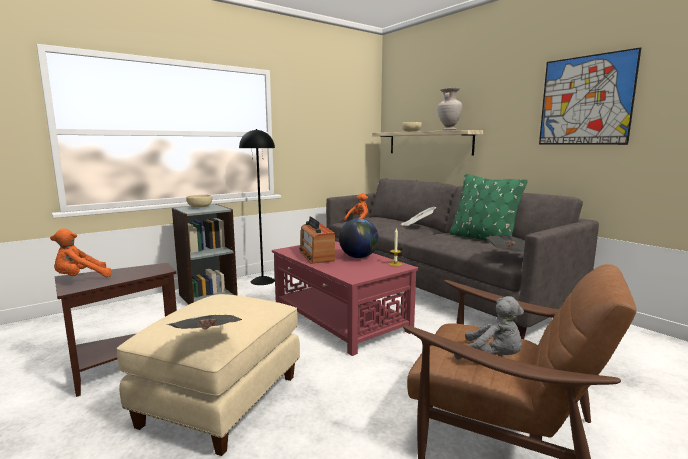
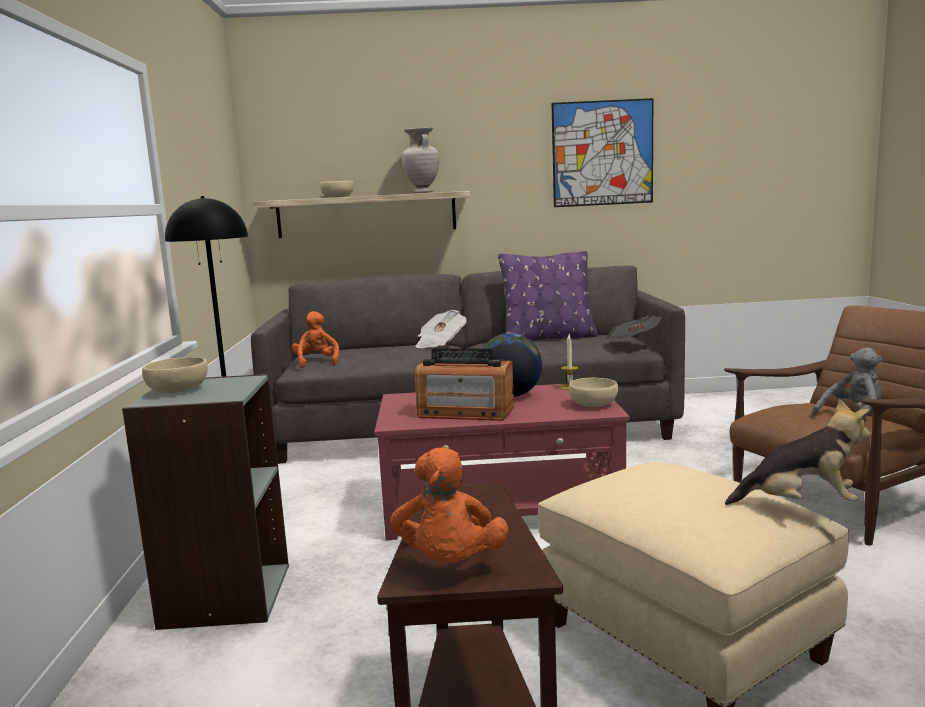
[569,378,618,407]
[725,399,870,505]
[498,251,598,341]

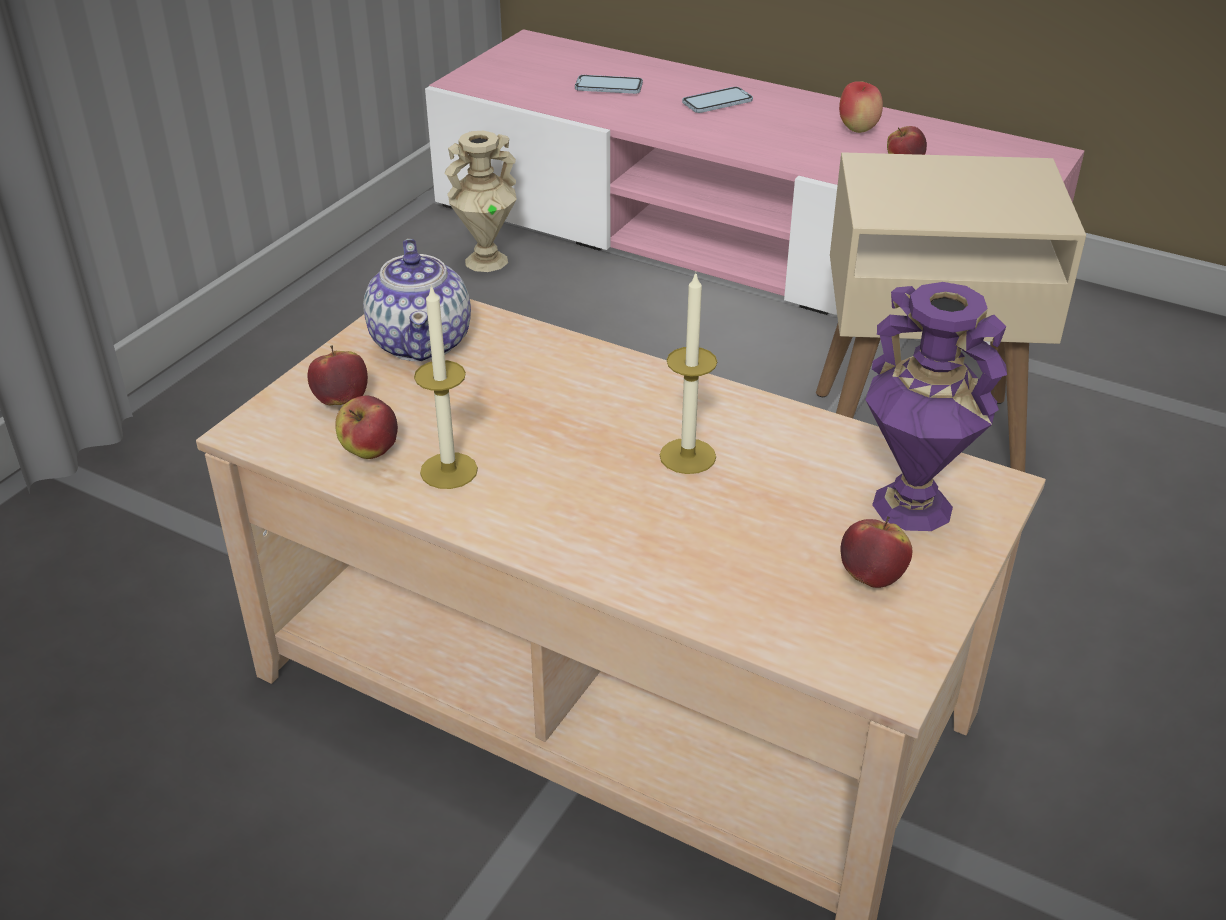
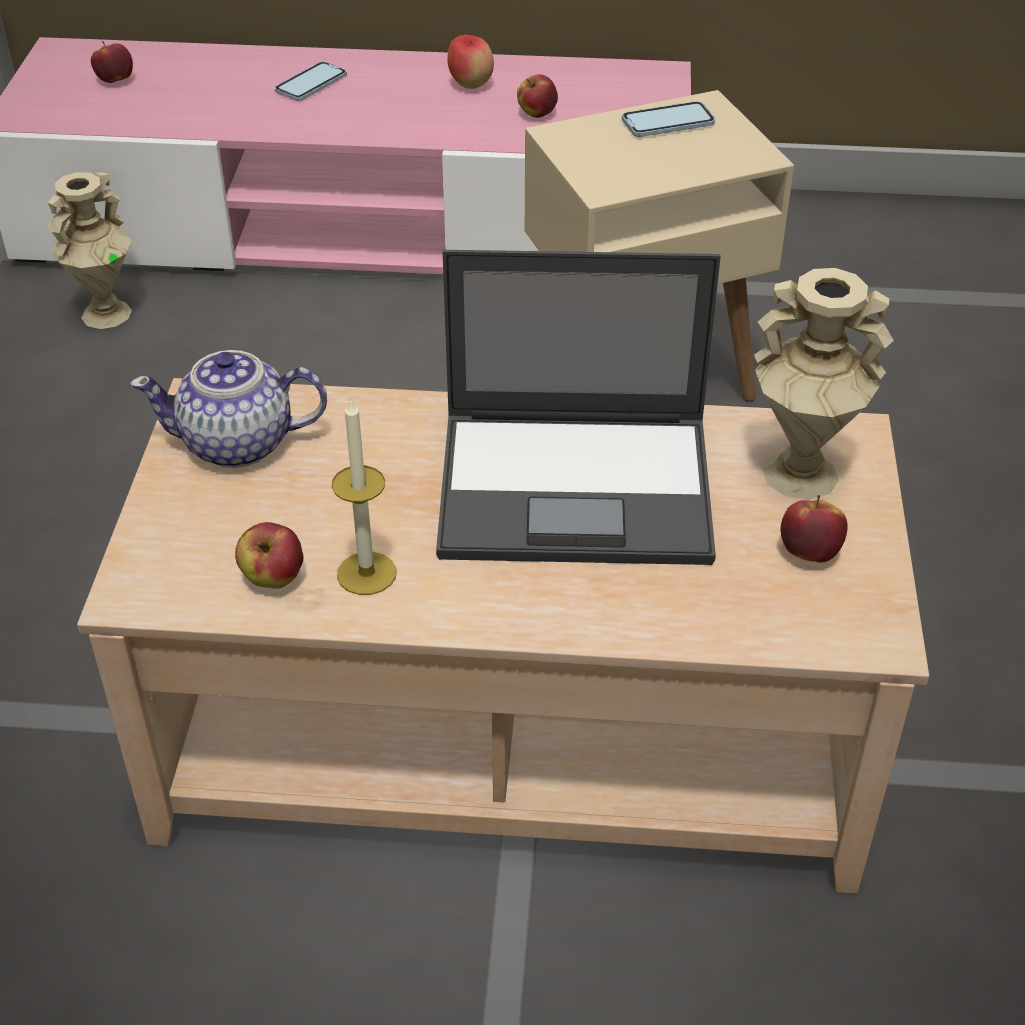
[91,41,133,83]
[622,101,715,137]
[436,250,721,565]
[754,268,894,500]
[130,350,327,468]

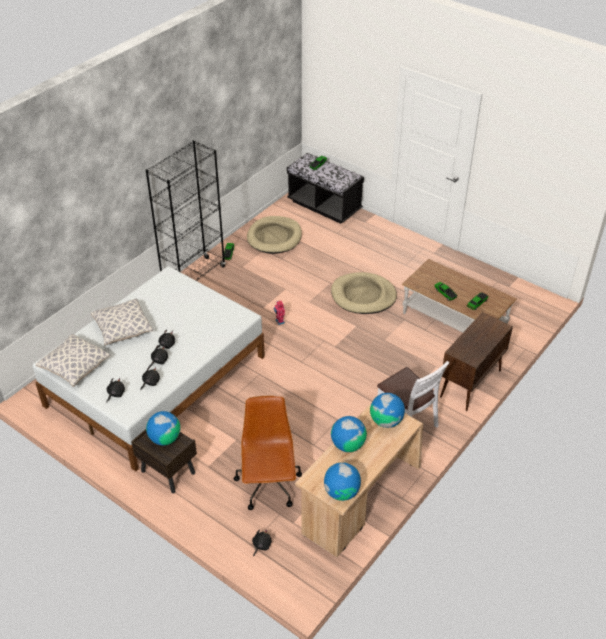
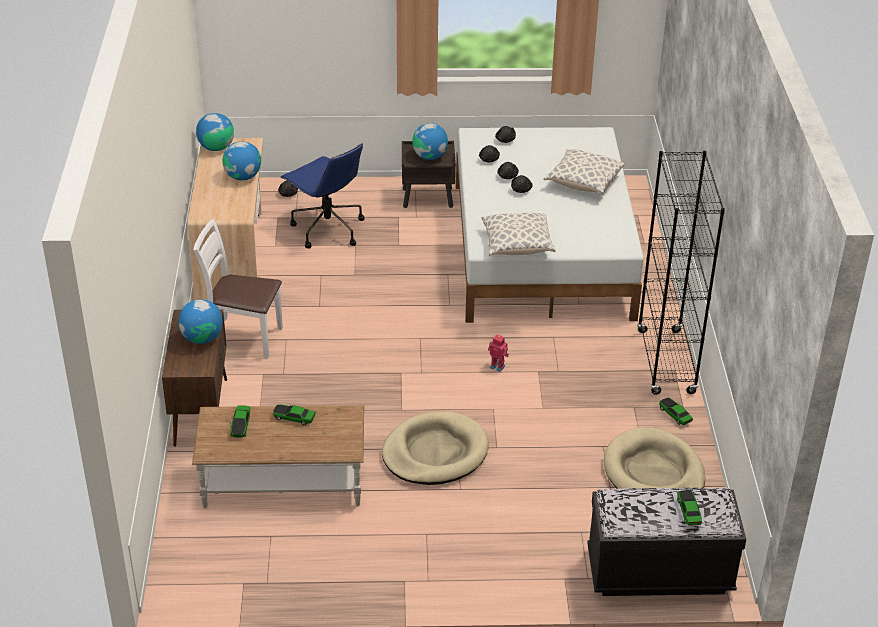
[482,213,555,256]
[179,299,223,344]
[280,143,365,249]

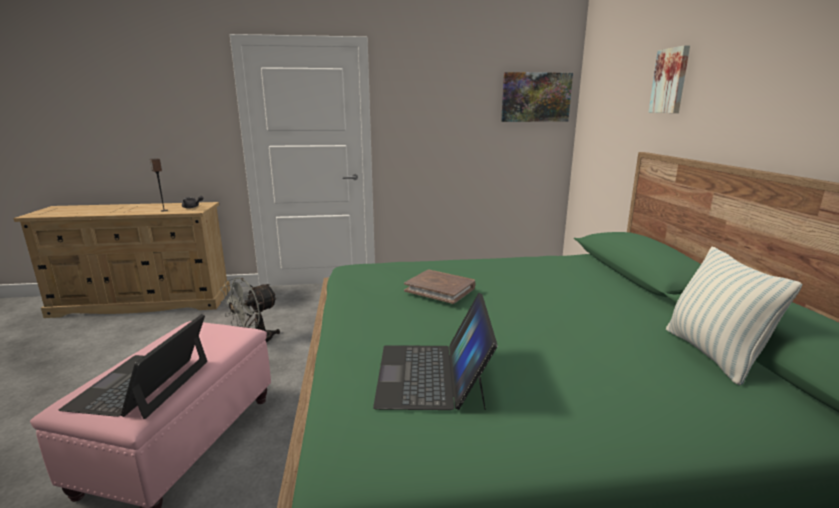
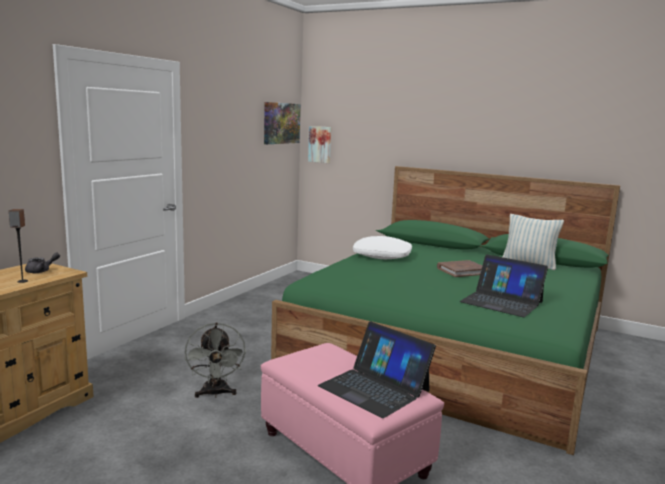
[353,236,412,259]
[437,260,482,277]
[308,126,331,163]

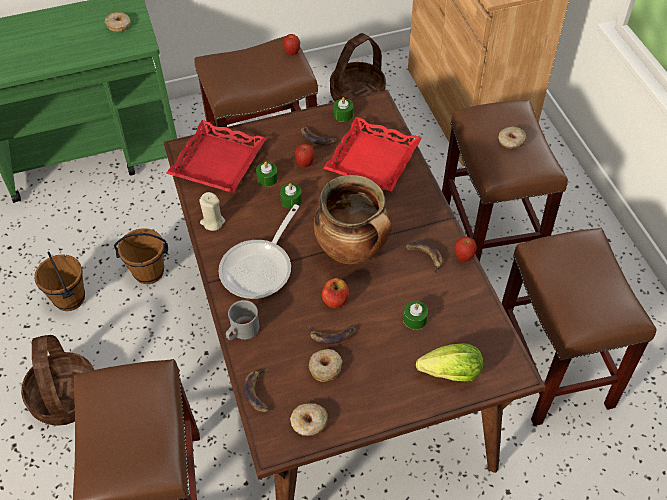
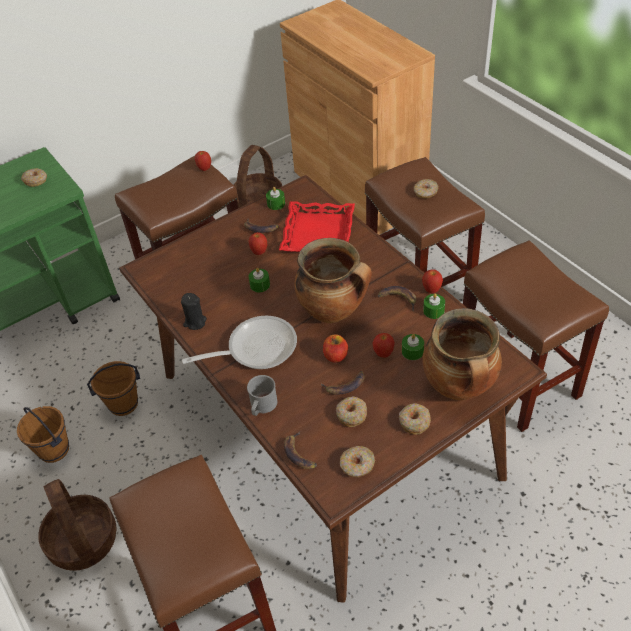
[166,120,266,193] (first image)
[372,333,395,358]
[399,403,431,435]
[423,293,445,319]
[422,308,502,400]
[181,293,207,330]
[182,316,297,369]

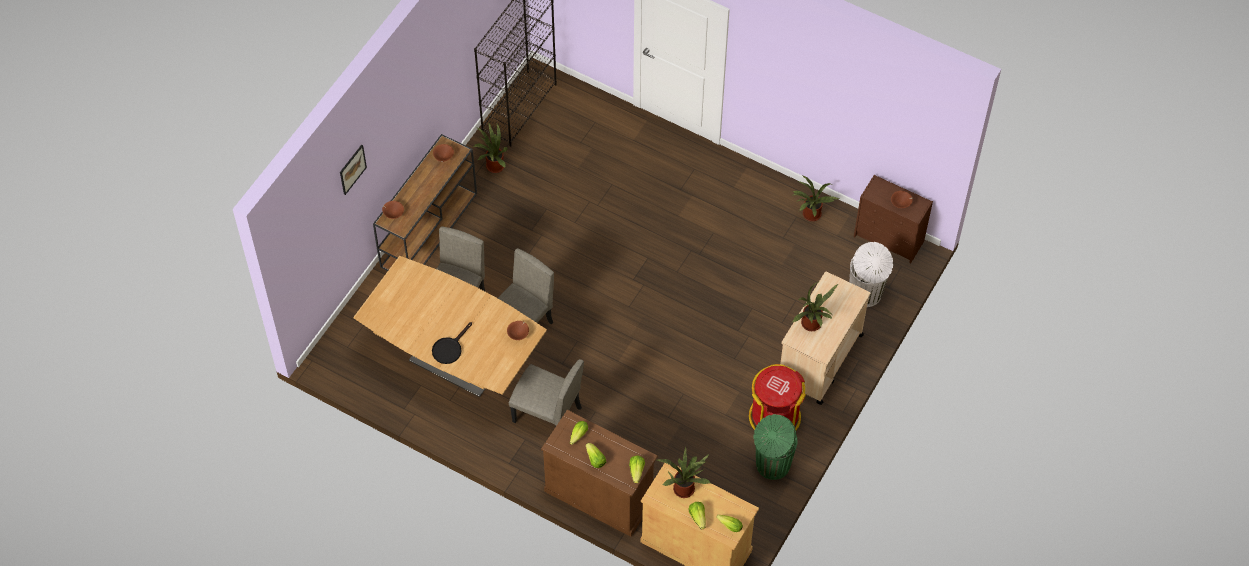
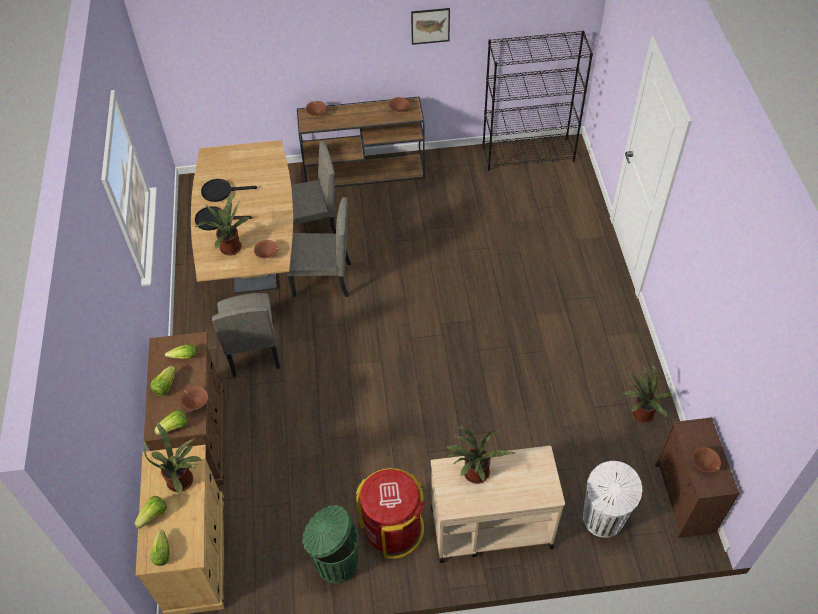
[181,386,208,410]
[201,179,257,202]
[411,8,450,45]
[194,194,249,256]

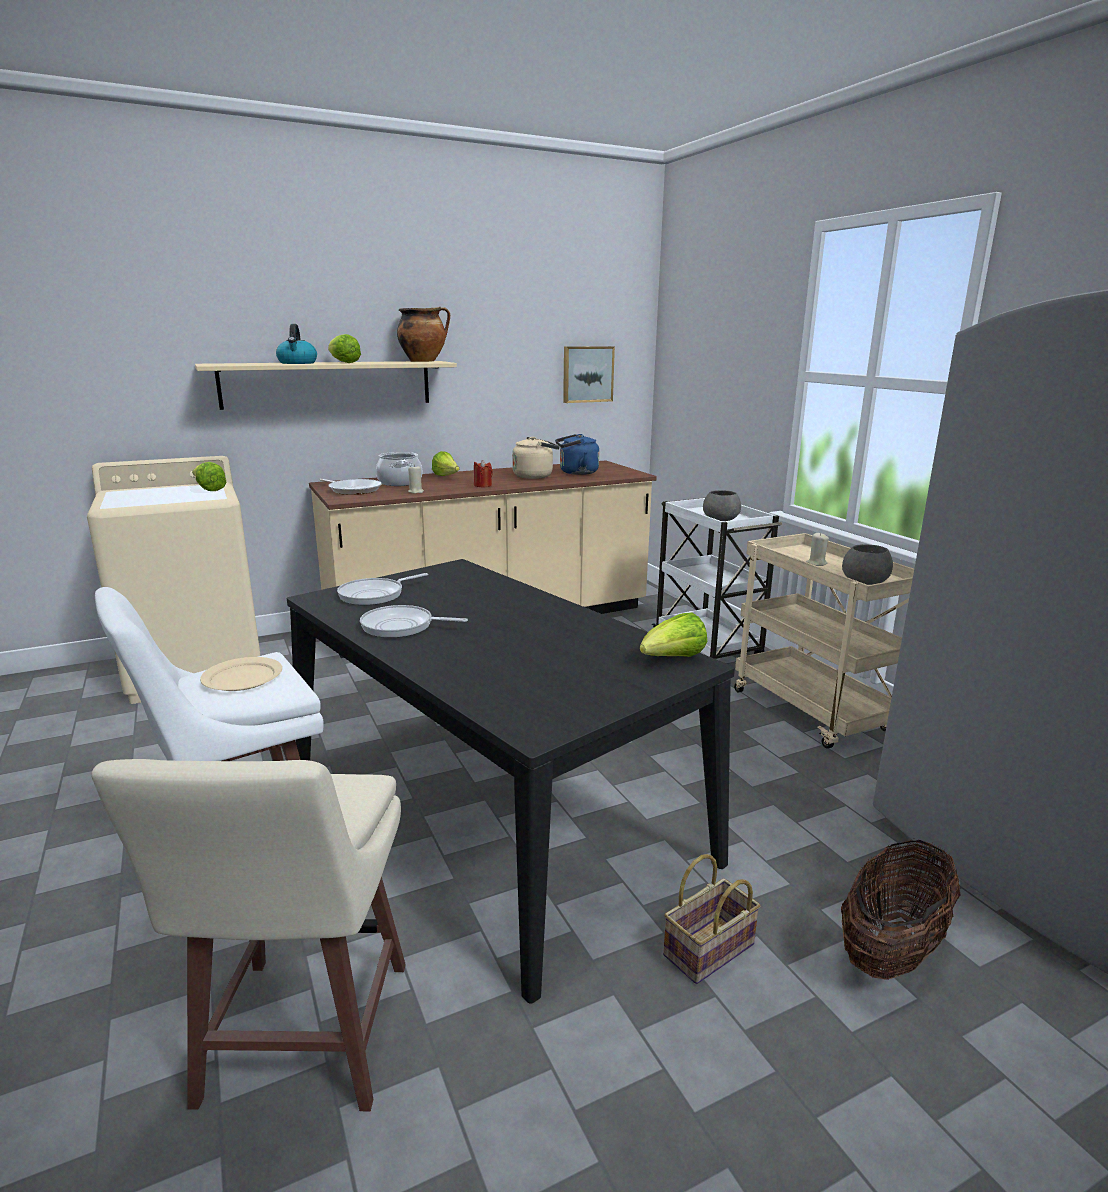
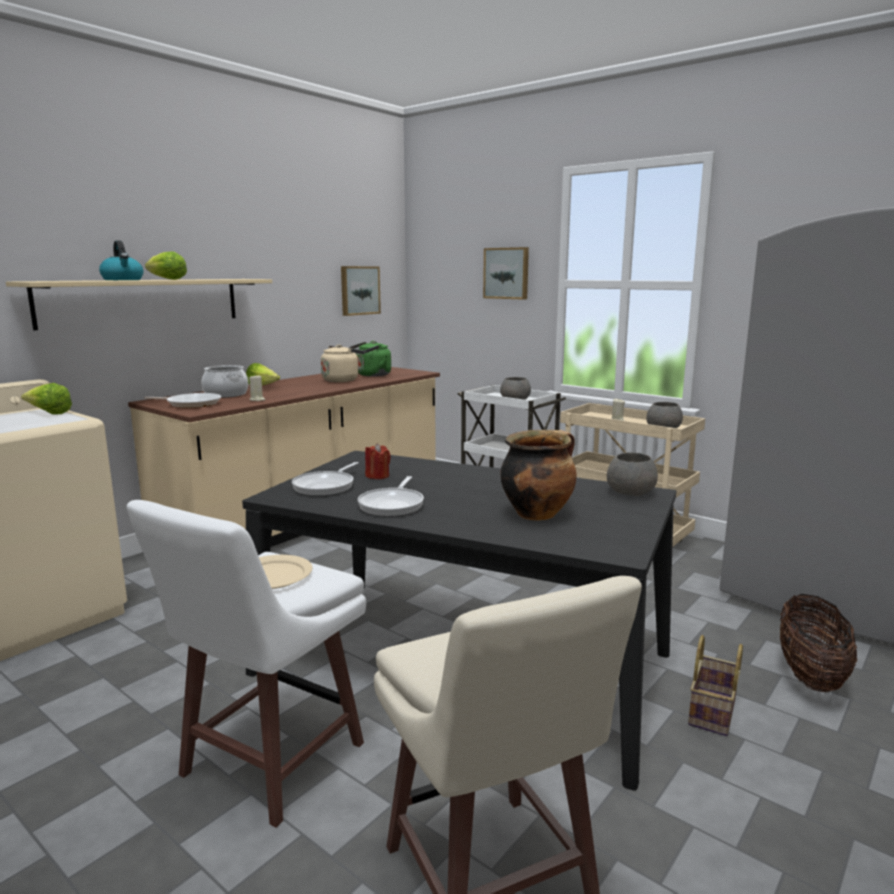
[483,247,529,300]
[501,430,577,521]
[365,443,391,479]
[607,452,658,496]
[349,341,391,377]
[358,476,424,517]

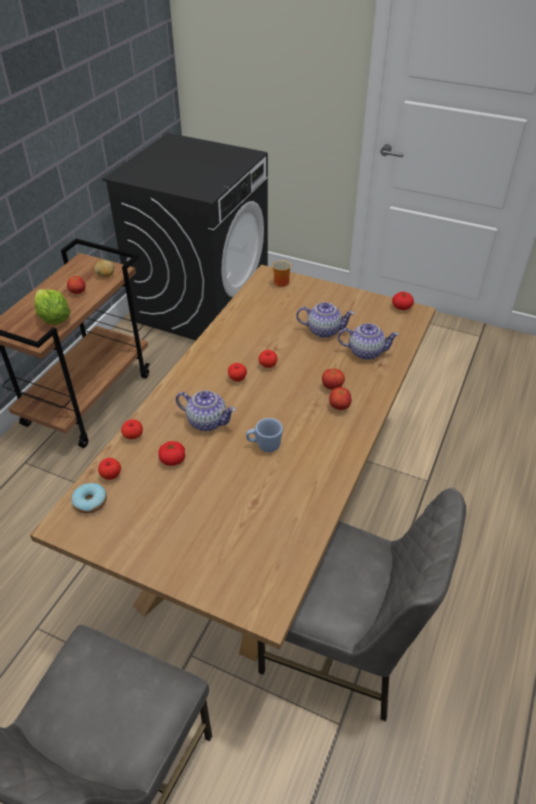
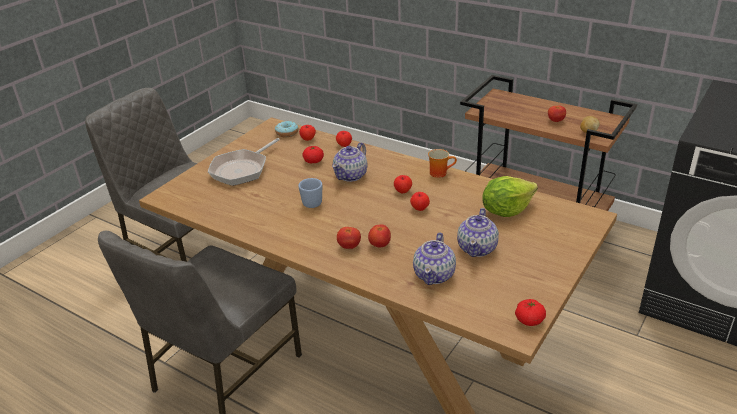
[208,138,280,186]
[482,176,538,217]
[428,149,457,178]

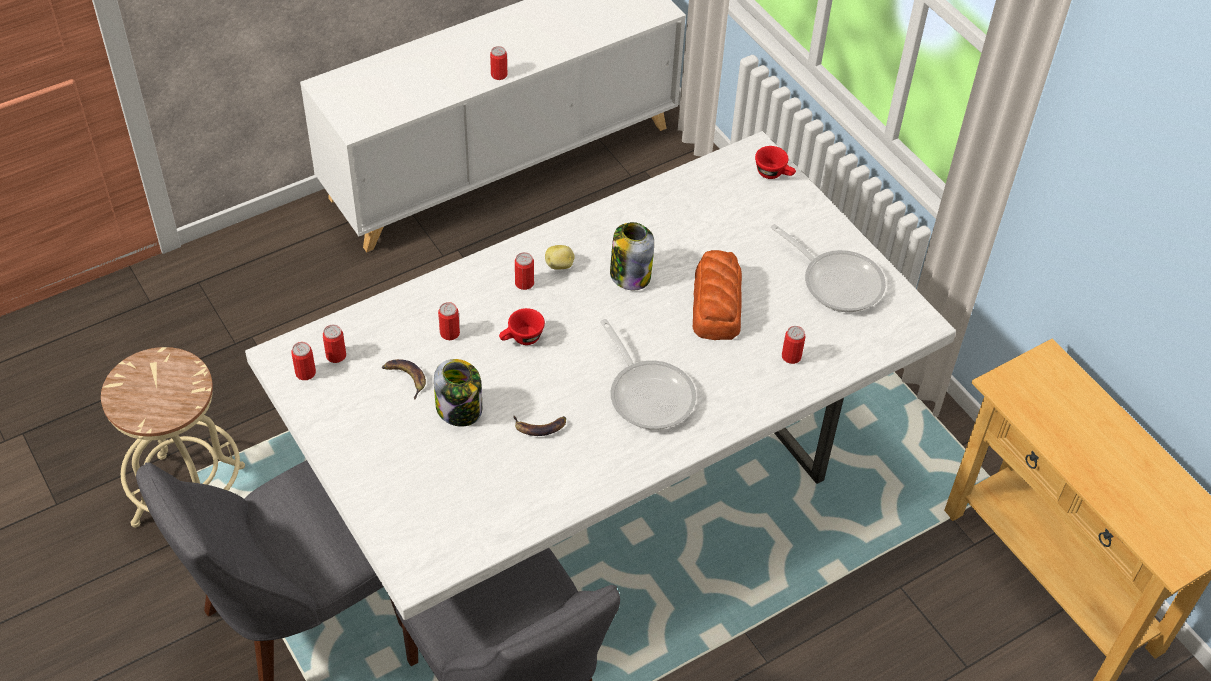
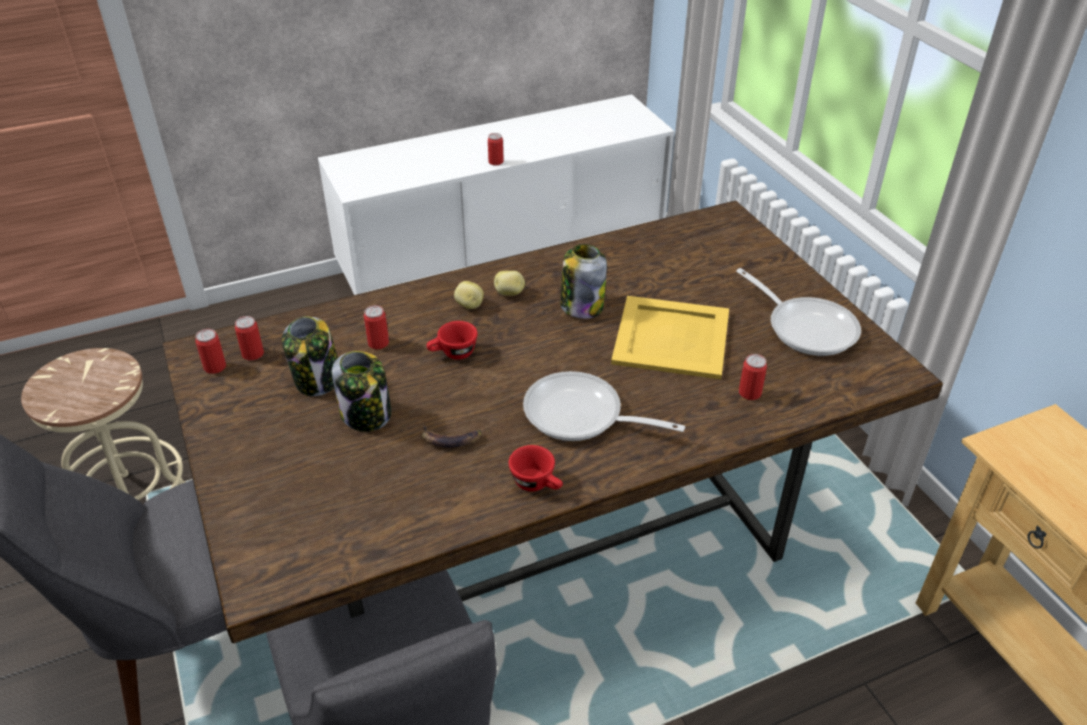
[509,445,563,492]
[282,316,338,396]
[454,281,484,309]
[611,296,729,379]
[163,201,943,643]
[523,371,685,441]

